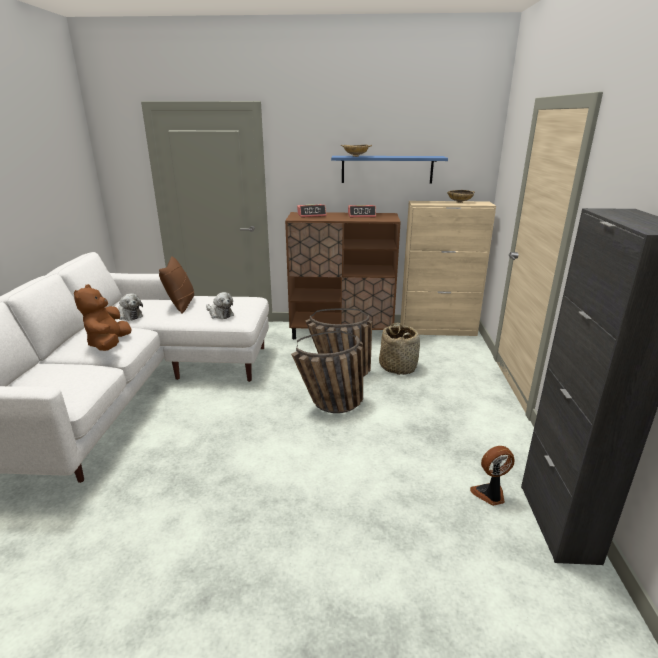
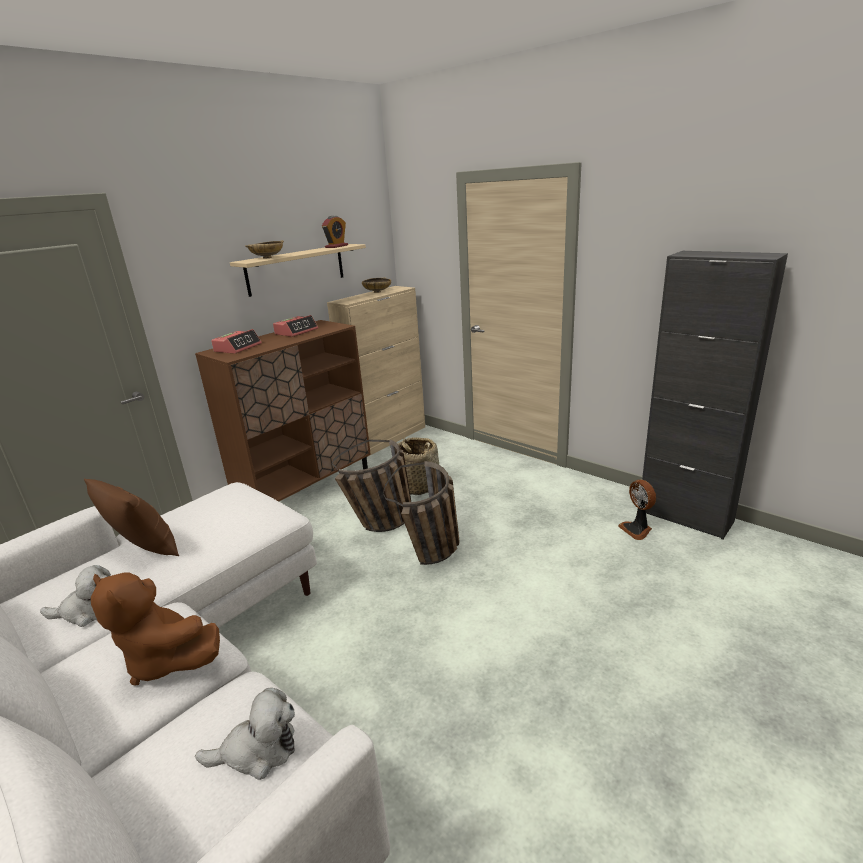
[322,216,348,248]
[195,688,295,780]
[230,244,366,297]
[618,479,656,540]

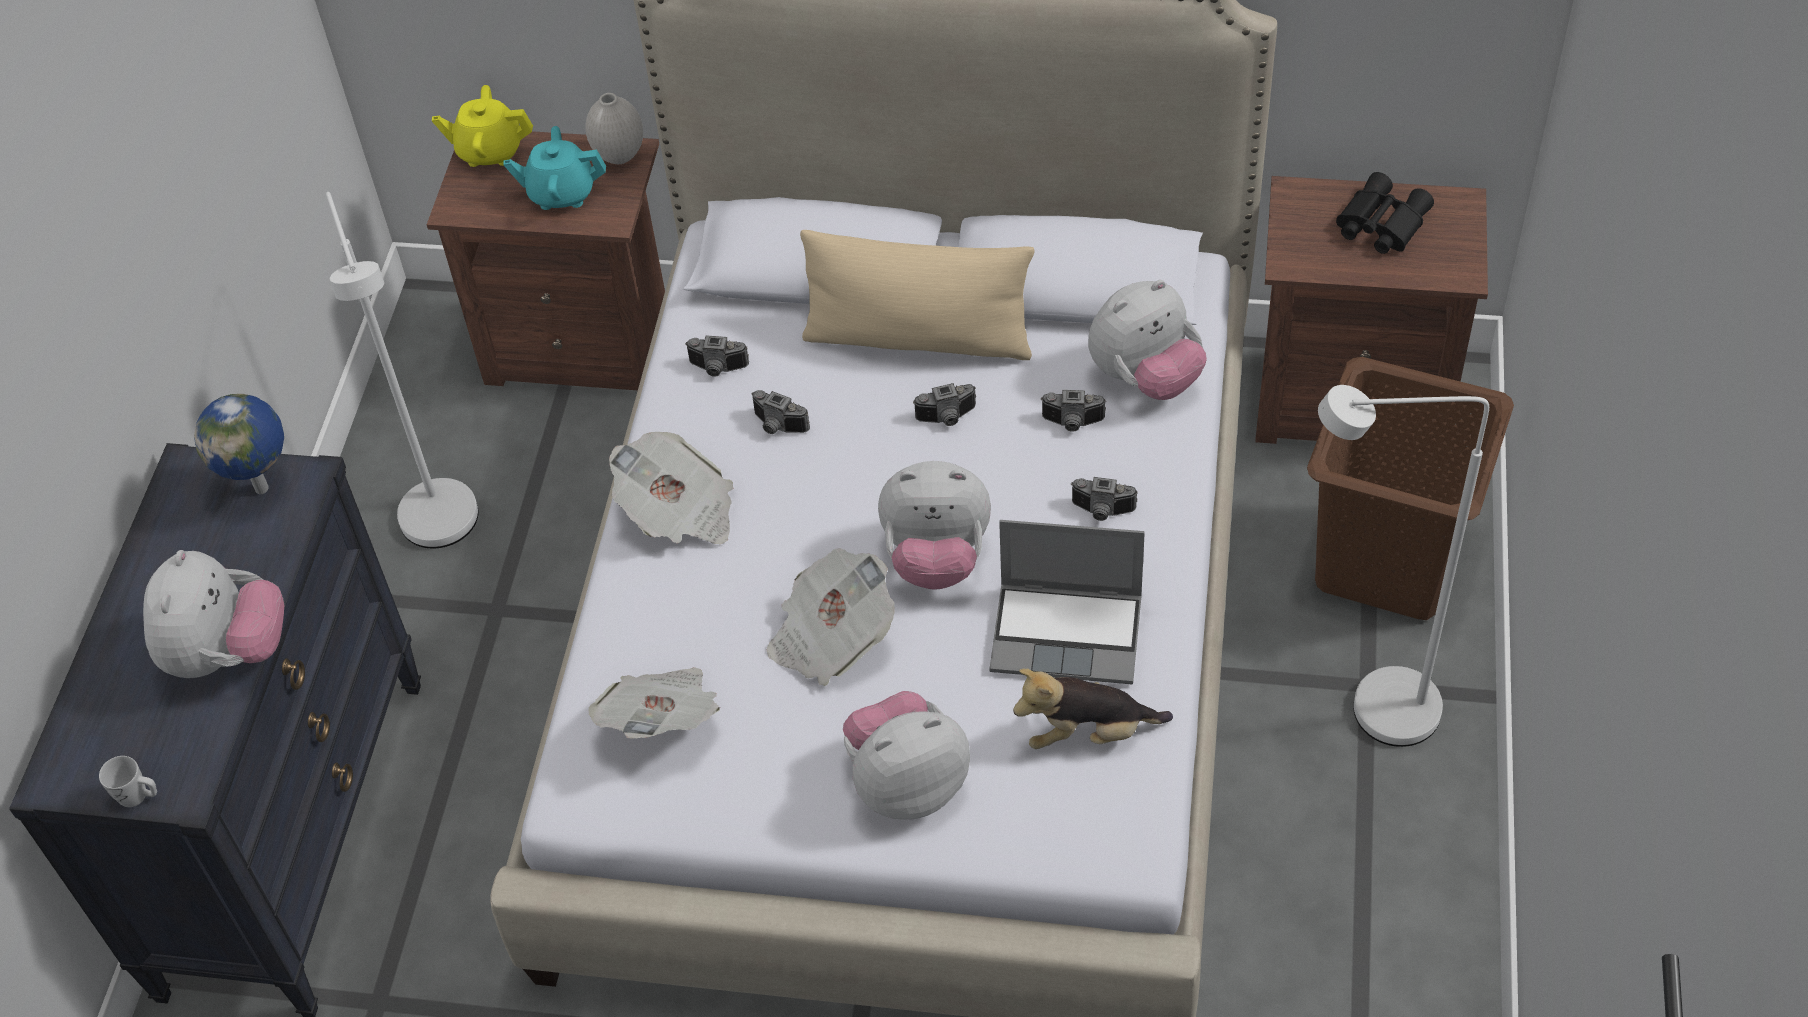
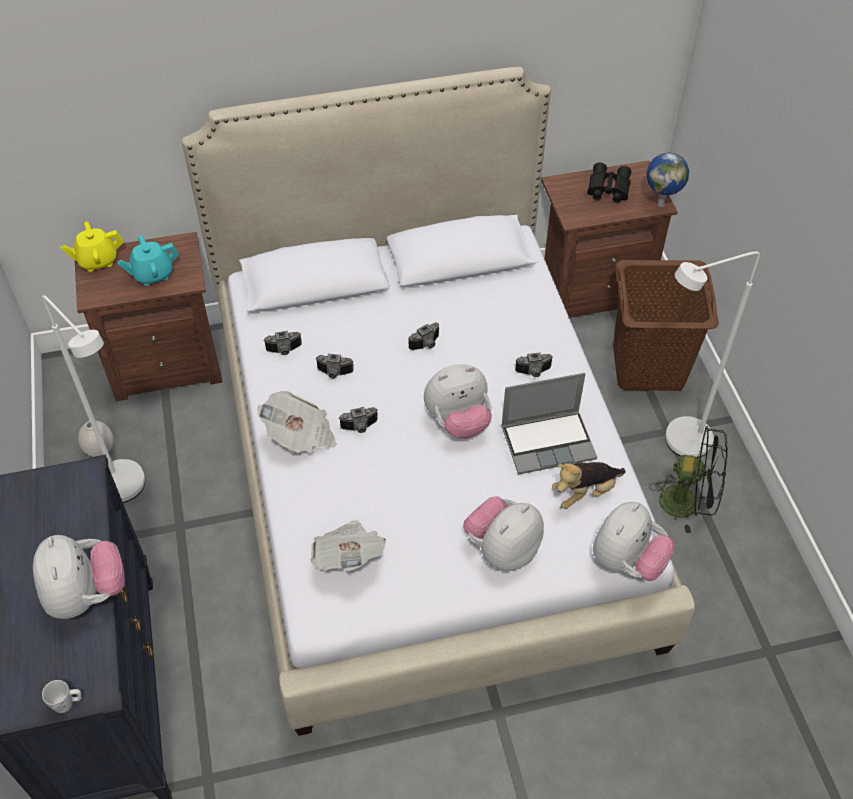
[767,548,895,686] (first image)
[800,230,1035,360] (first image)
[649,426,728,533]
[646,153,689,207]
[78,421,114,457]
[339,407,378,433]
[593,502,675,581]

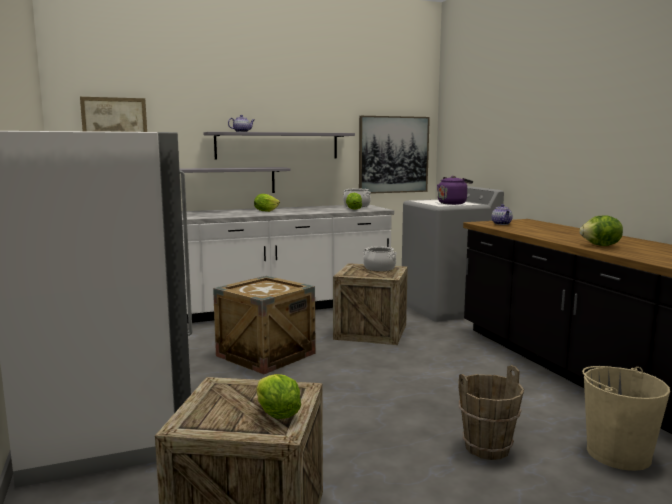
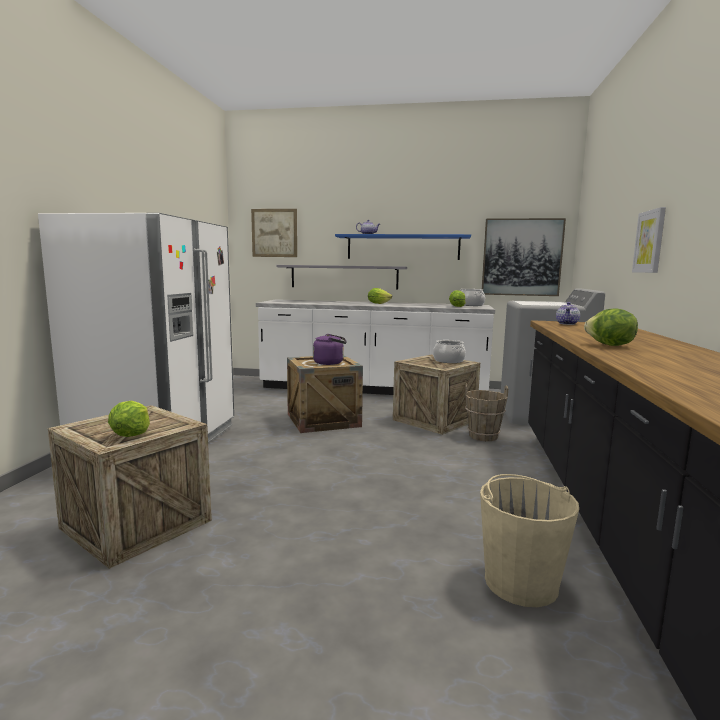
[632,207,666,273]
[313,334,347,365]
[465,384,508,441]
[335,234,471,260]

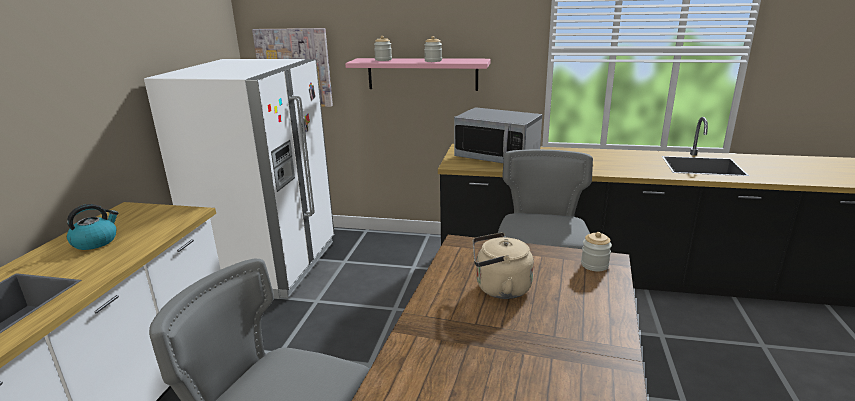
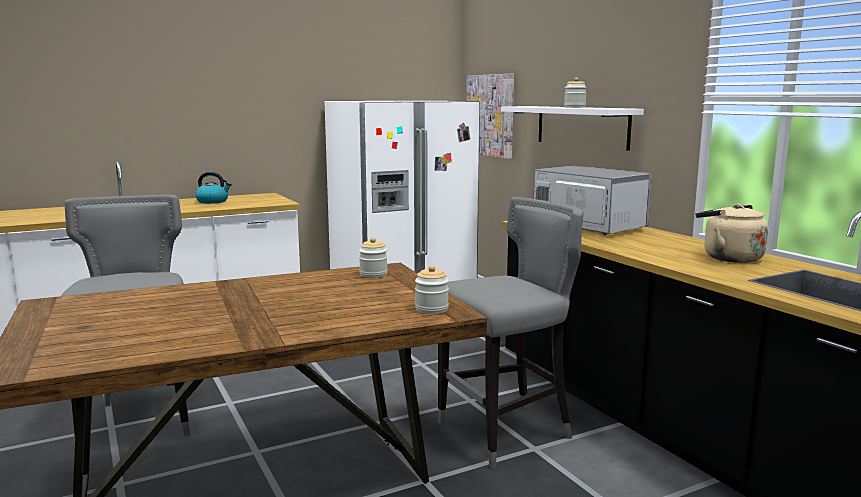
[359,237,388,278]
[696,204,768,263]
[501,106,644,151]
[533,166,652,235]

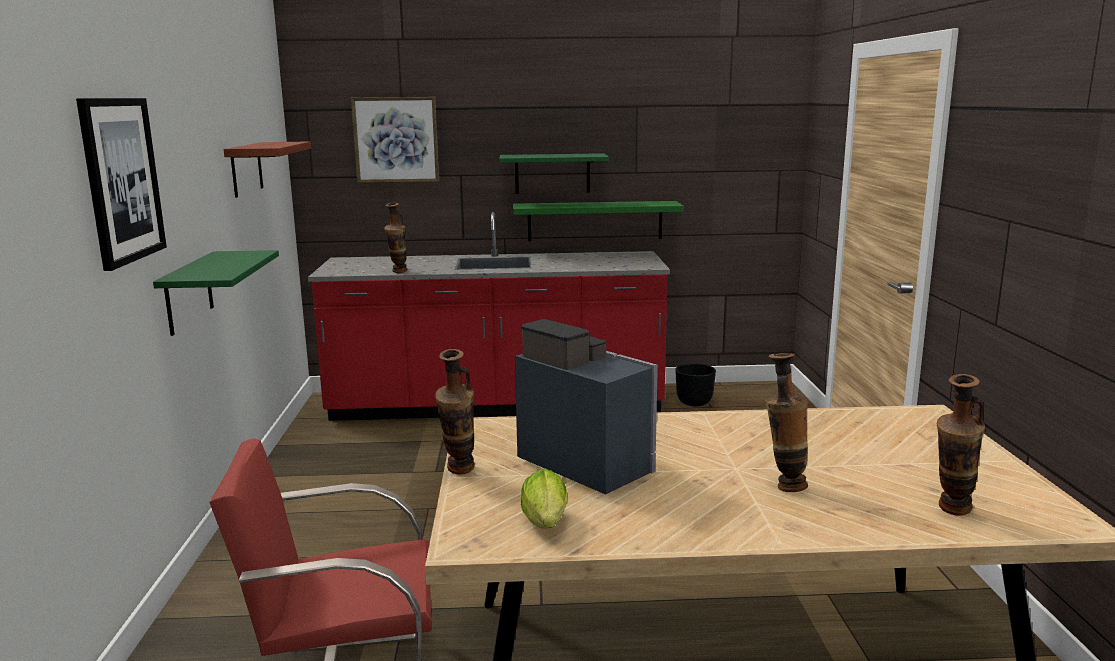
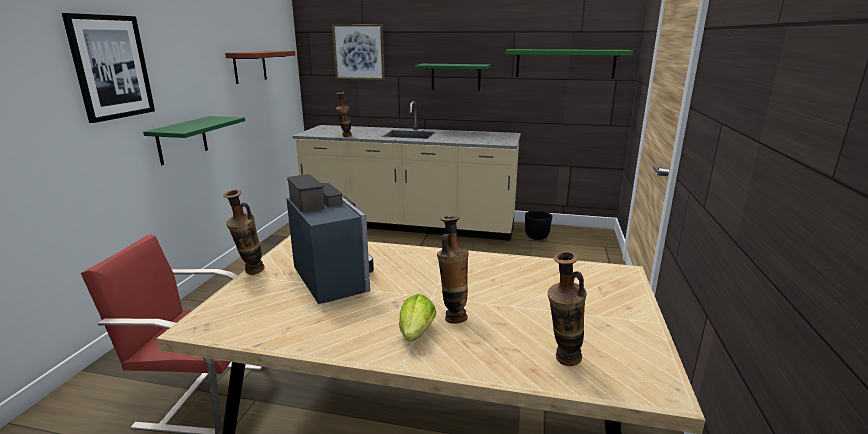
[505,49,633,79]
[399,294,436,341]
[292,101,521,241]

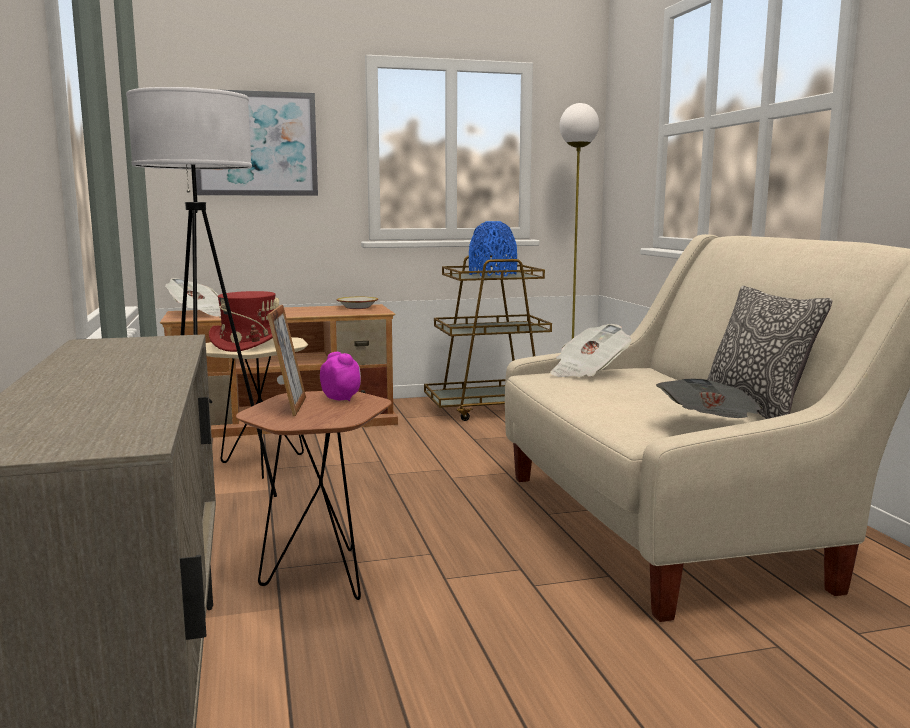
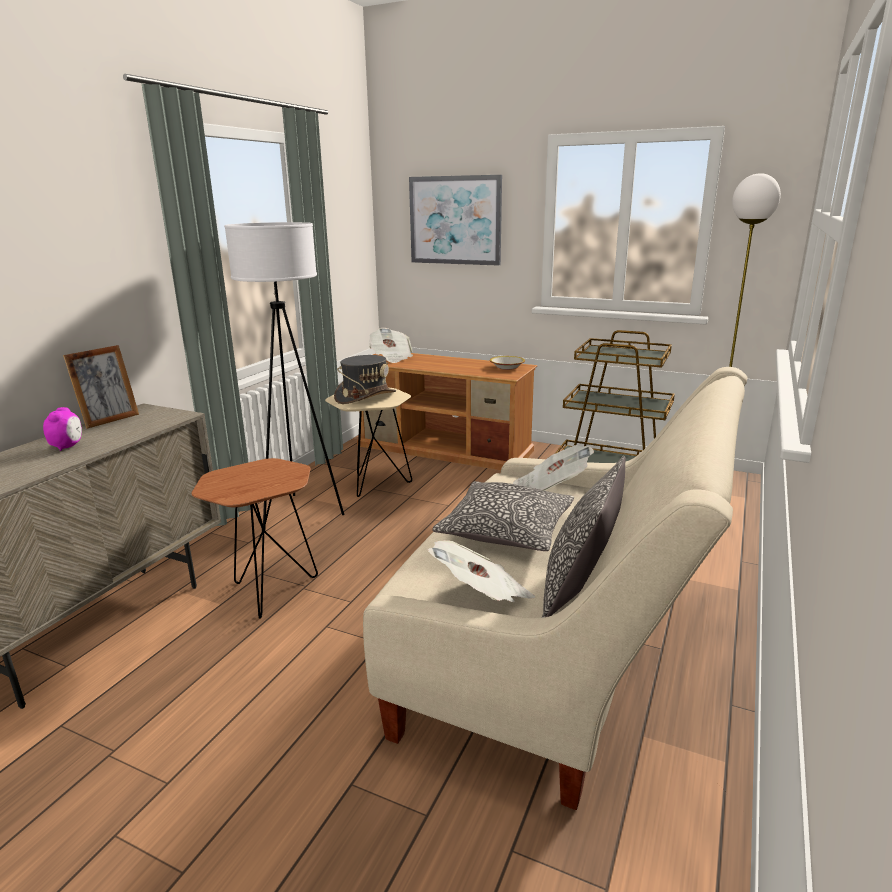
[469,221,517,276] (first image)
[432,481,574,551]
[63,345,139,429]
[43,407,82,451]
[334,355,396,404]

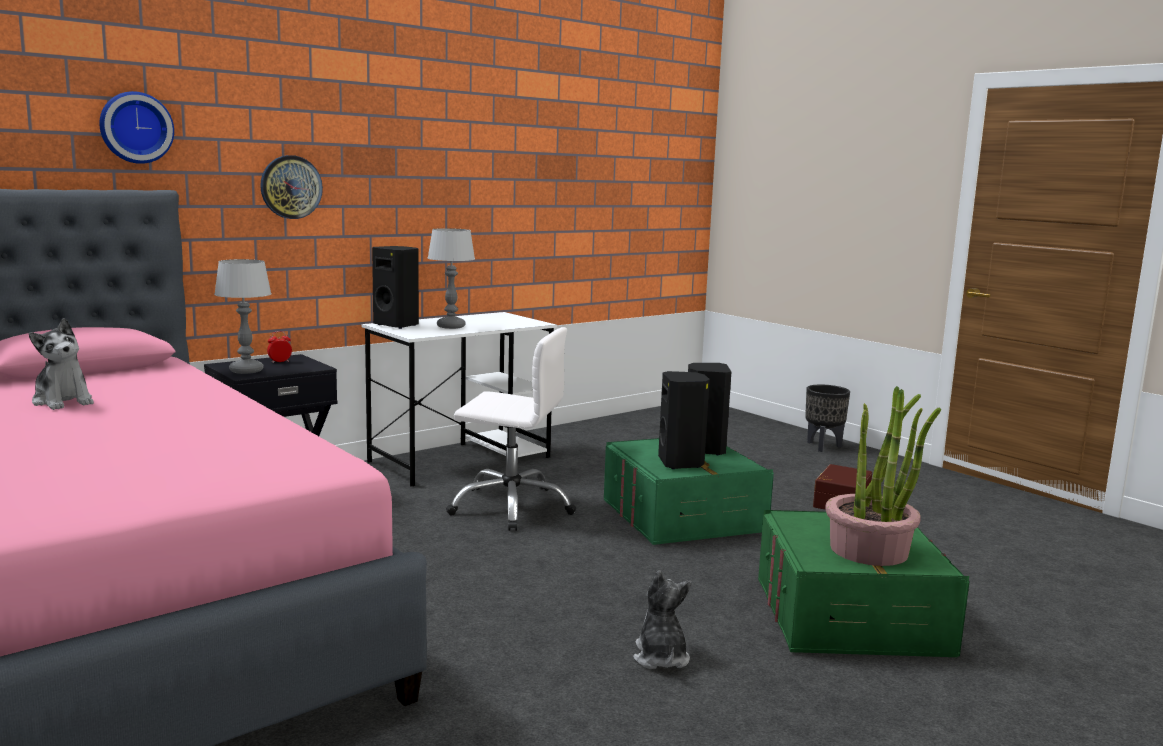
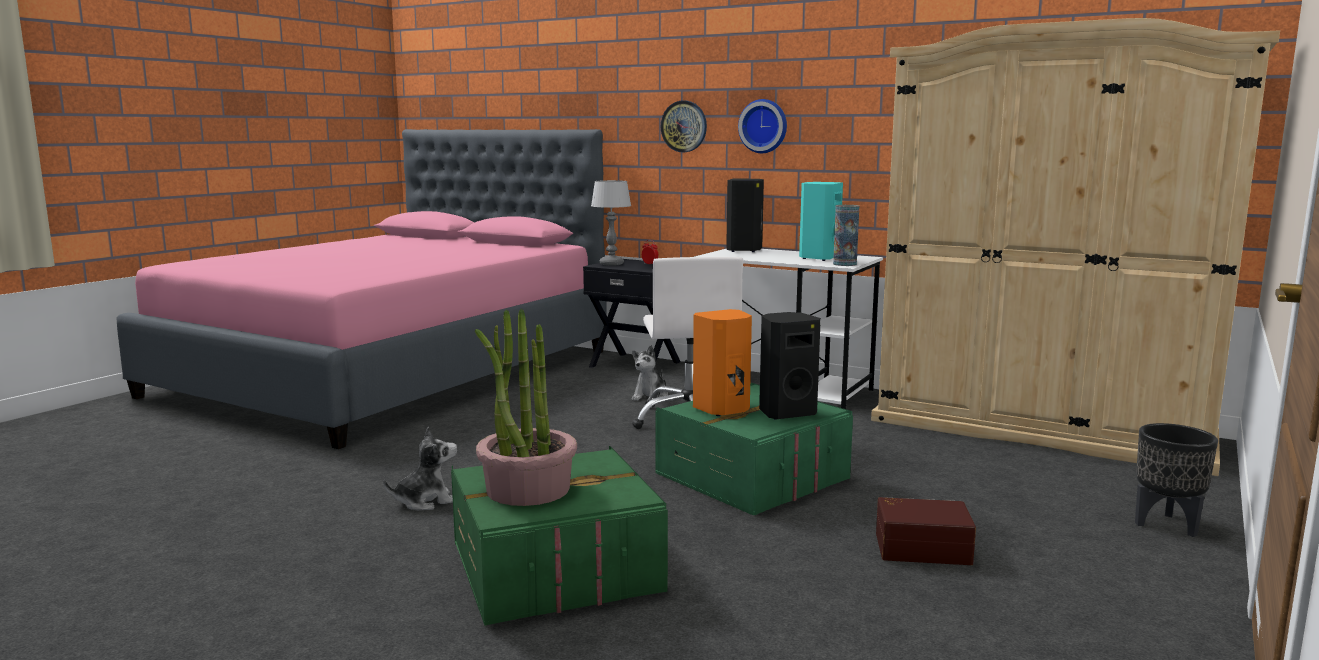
[428,228,475,329] (first image)
[799,182,843,261]
[833,205,859,266]
[871,18,1280,476]
[632,345,668,401]
[738,99,787,153]
[693,309,752,416]

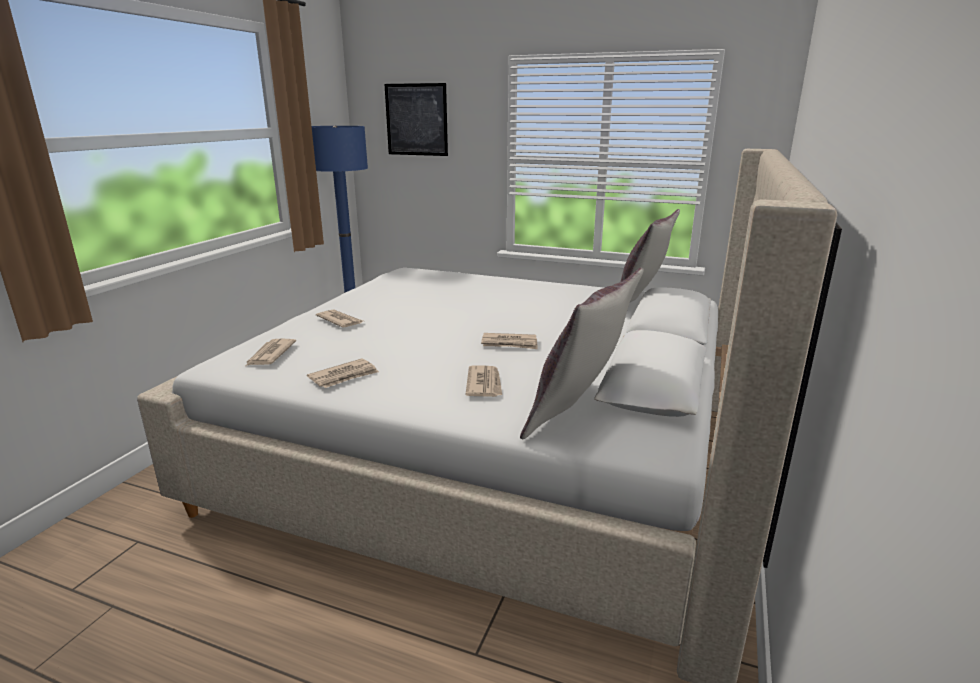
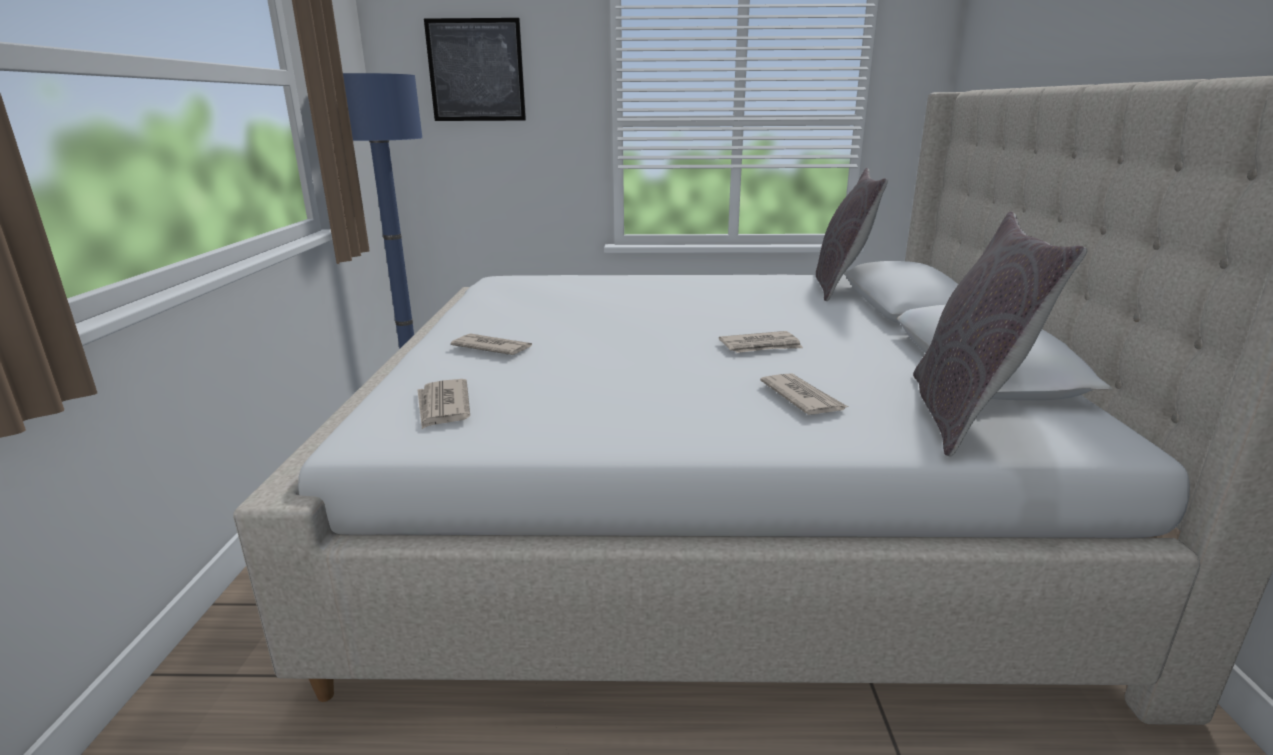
[307,358,379,388] (first image)

